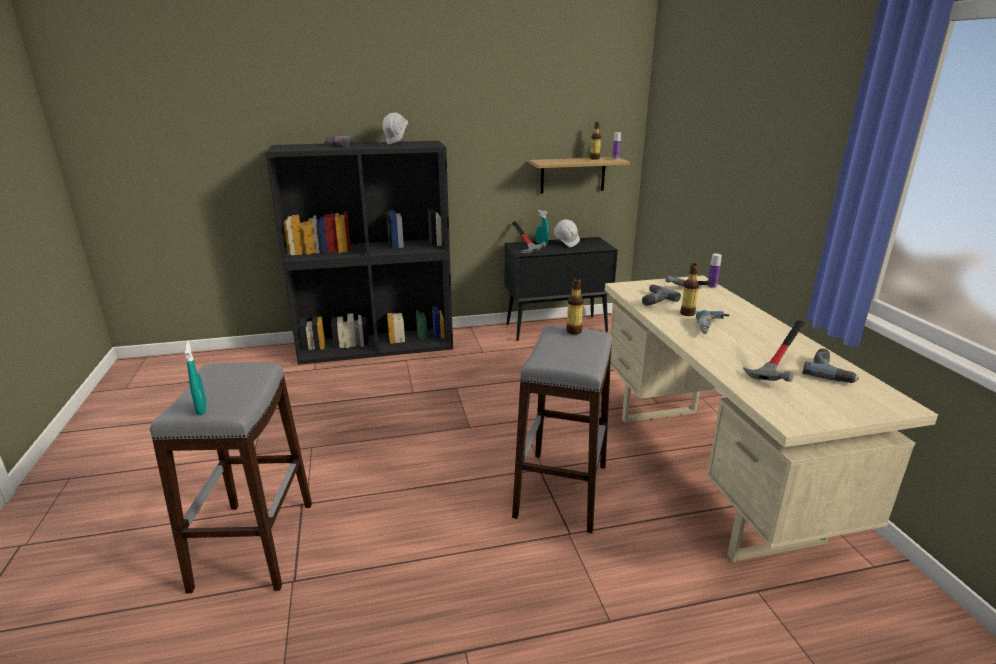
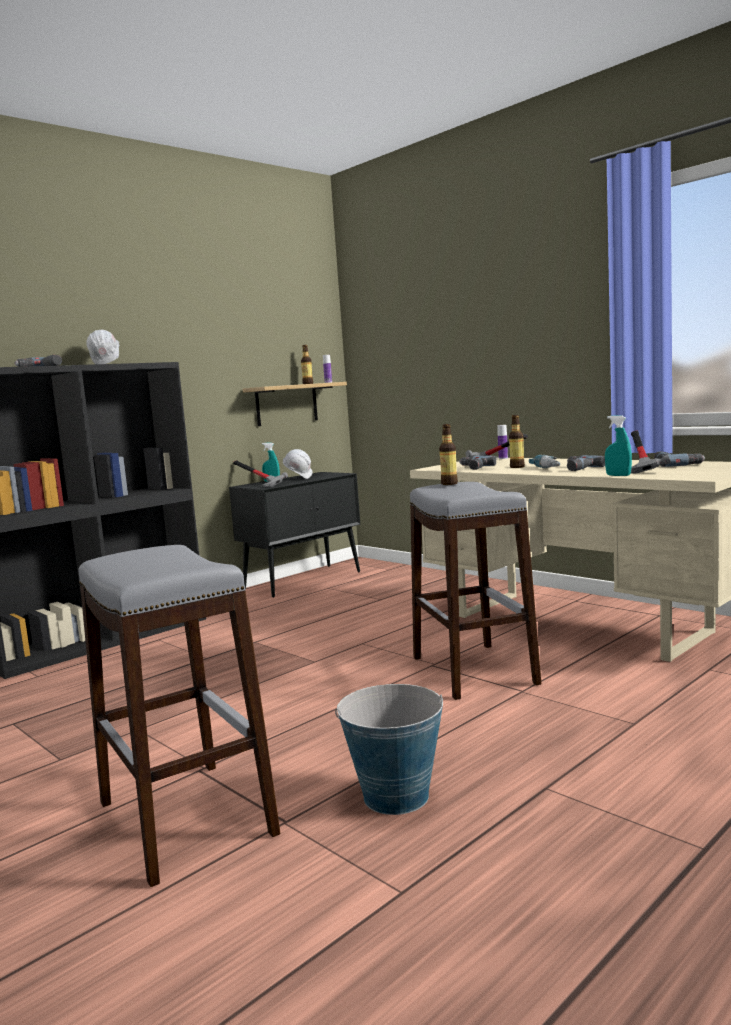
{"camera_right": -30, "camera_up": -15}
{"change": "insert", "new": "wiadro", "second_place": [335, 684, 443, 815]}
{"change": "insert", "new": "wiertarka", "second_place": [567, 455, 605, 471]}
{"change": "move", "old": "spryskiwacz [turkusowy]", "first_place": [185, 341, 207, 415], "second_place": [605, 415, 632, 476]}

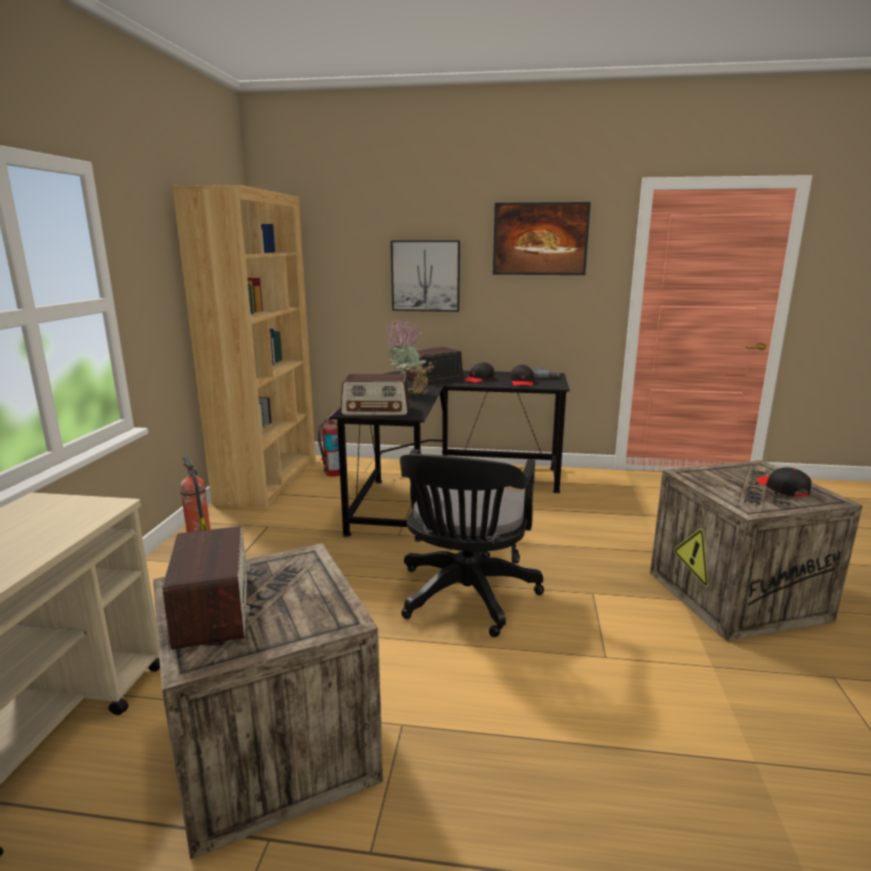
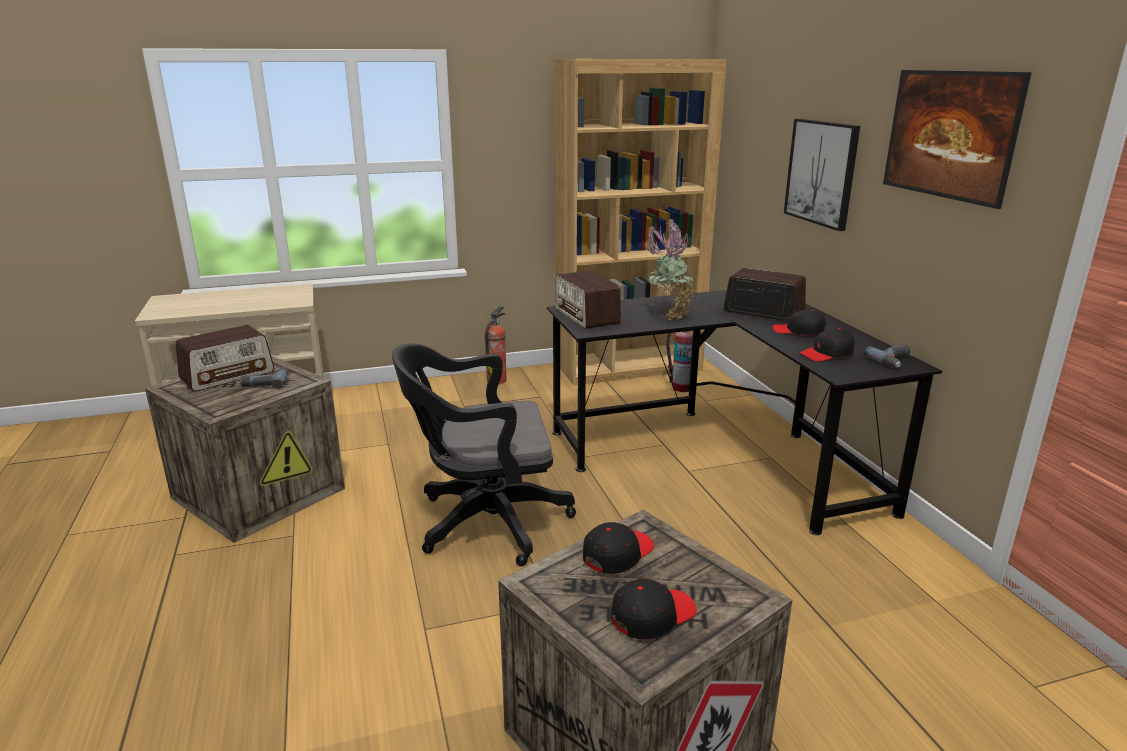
{"camera_right": 65, "camera_up": 5}
{"change": "insert", "new": "wiertarka", "second_place": [240, 366, 289, 389]}
{"change": "insert", "new": "czapka z daszkiem [czarny]", "second_place": [583, 522, 654, 574]}

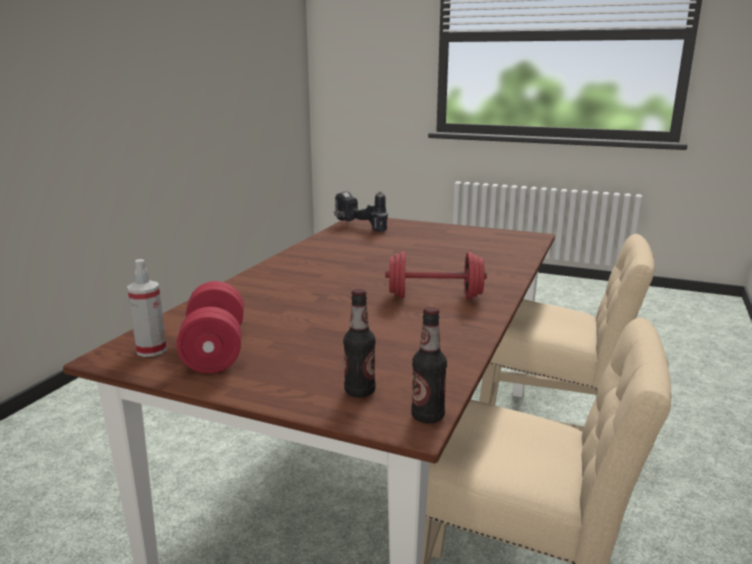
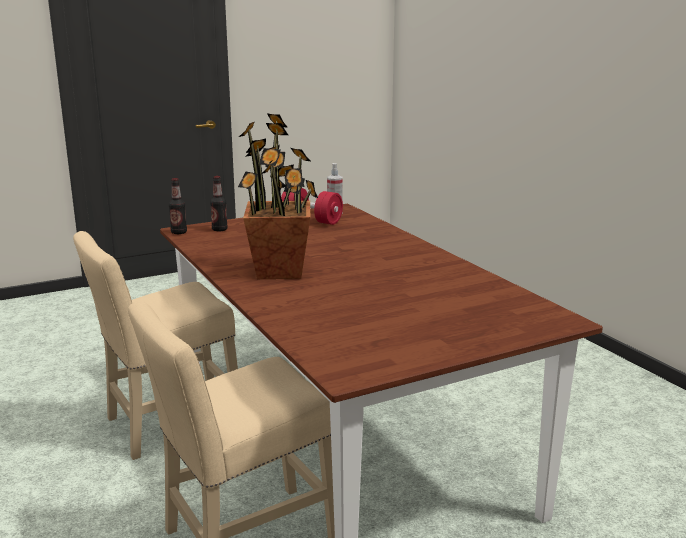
{"camera_right": 130, "camera_up": 0}
{"change": "delete", "old": "wiertarka", "first_place": [334, 191, 388, 232]}
{"change": "replace", "old": "hantel [czerwony]", "new": "roślina doniczkowa", "first_place": [385, 251, 487, 299], "second_place": [238, 113, 318, 279]}

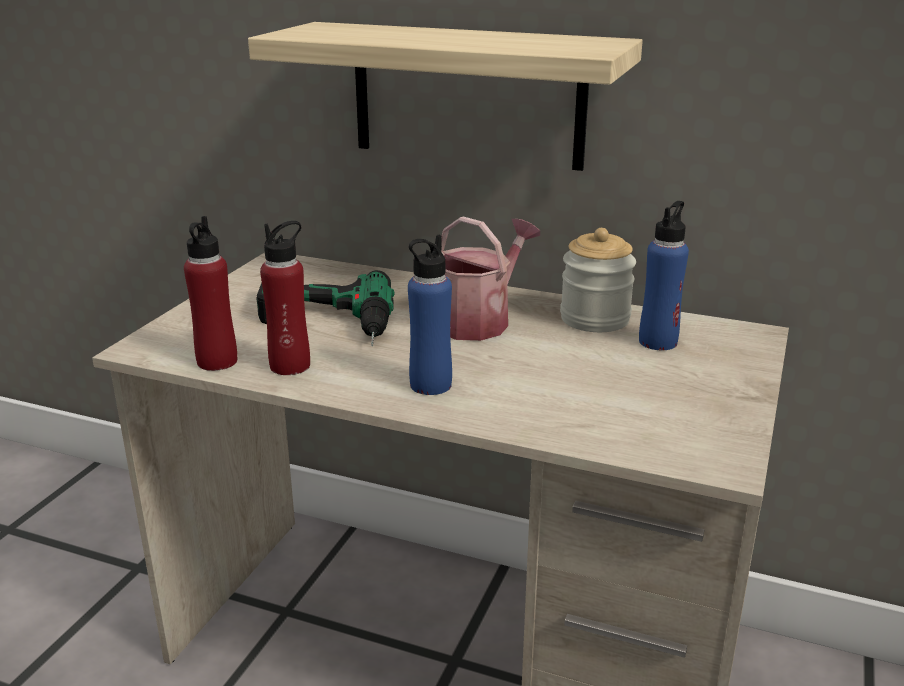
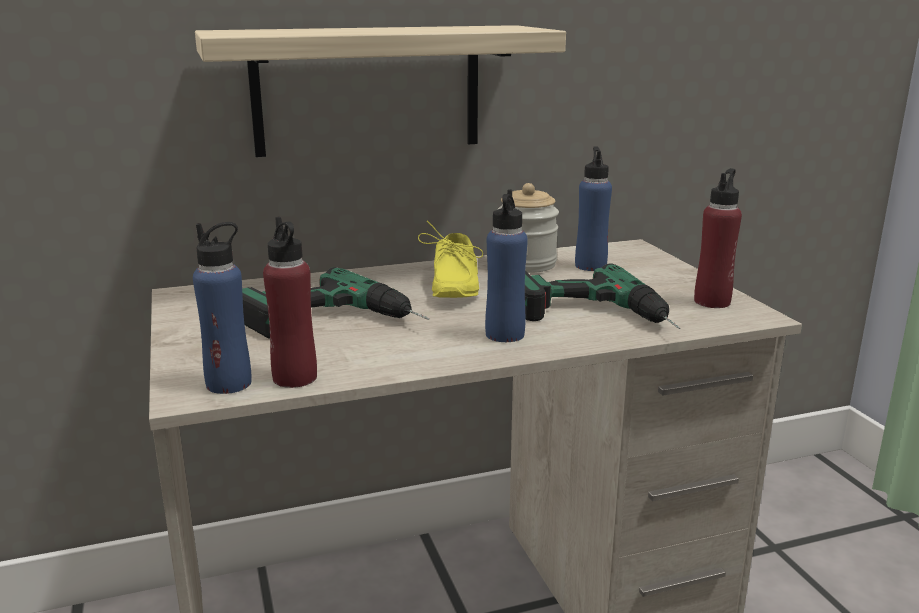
{"camera_right": -40, "camera_up": -5}
{"change": "insert", "new": "butelka [niebieski]", "second_place": [193, 222, 251, 394]}
{"change": "insert", "new": "wiertarka", "second_place": [525, 264, 680, 329]}
{"change": "move", "old": "butelka [czerwony]", "first_place": [260, 221, 310, 375], "second_place": [694, 168, 742, 308]}
{"change": "replace", "old": "konewka", "new": "but [żółty]", "first_place": [441, 217, 540, 341], "second_place": [418, 221, 483, 298]}

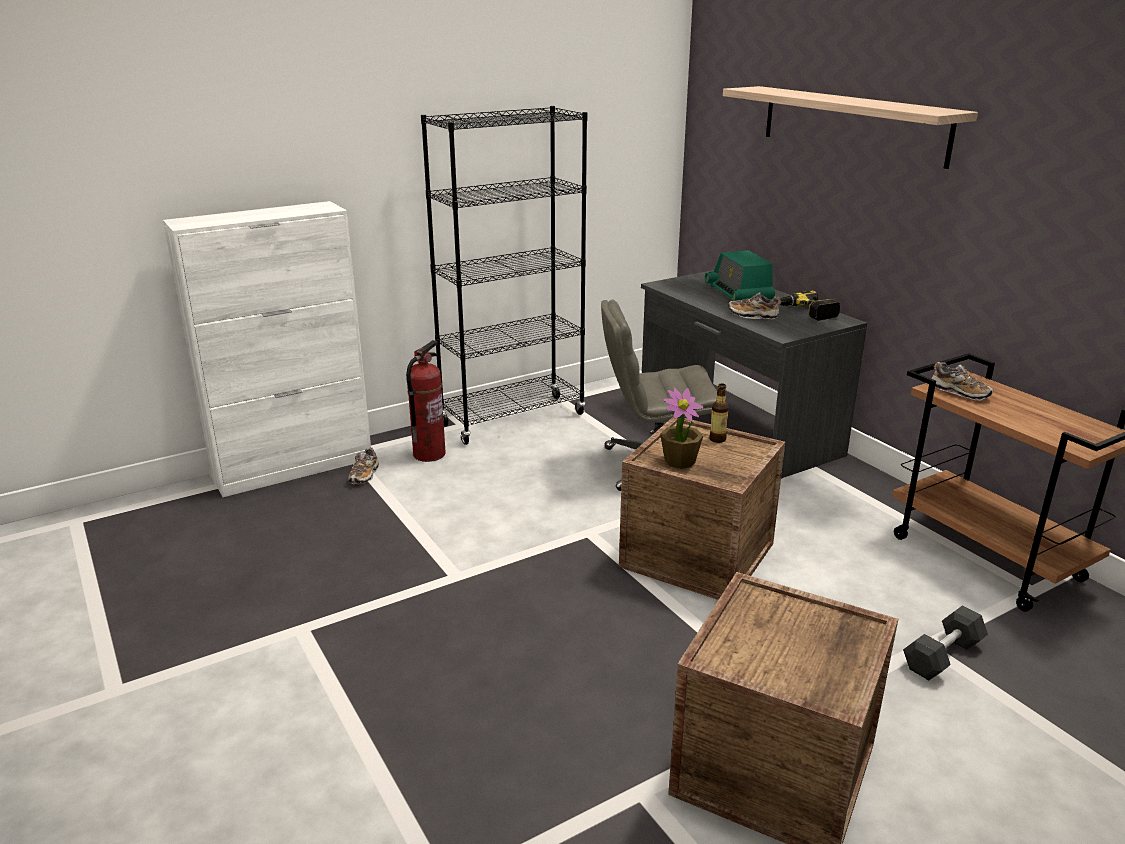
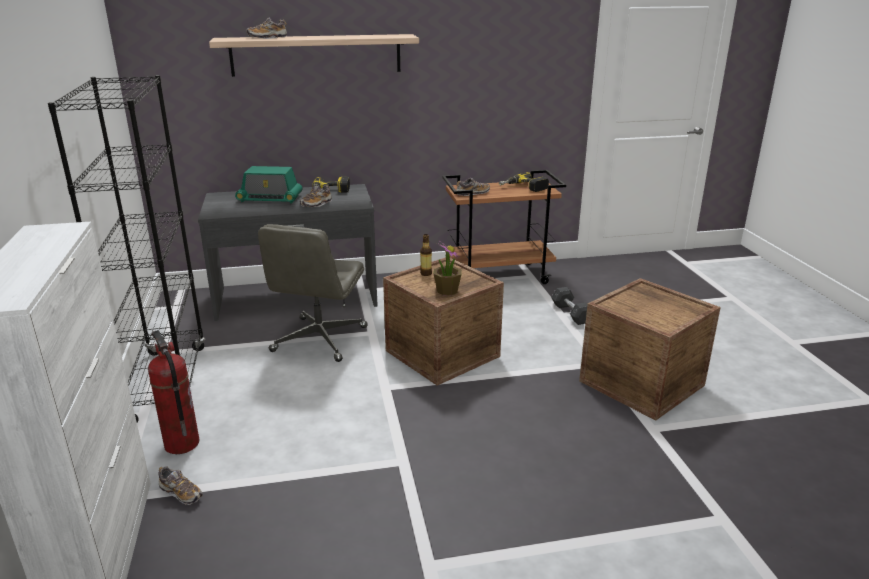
{"camera_right": -70, "camera_up": 0}
{"change": "insert", "new": "but", "second_place": [246, 18, 287, 39]}
{"change": "insert", "new": "wiertarka", "second_place": [499, 172, 549, 192]}

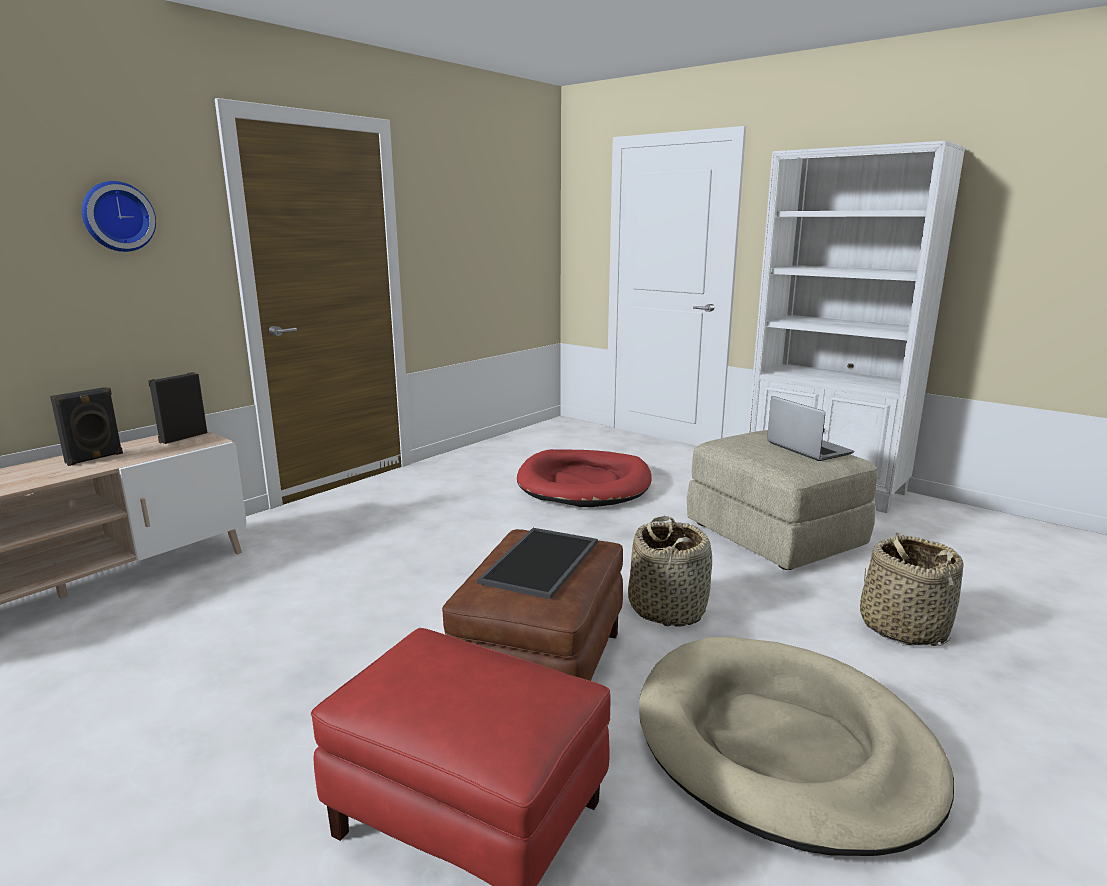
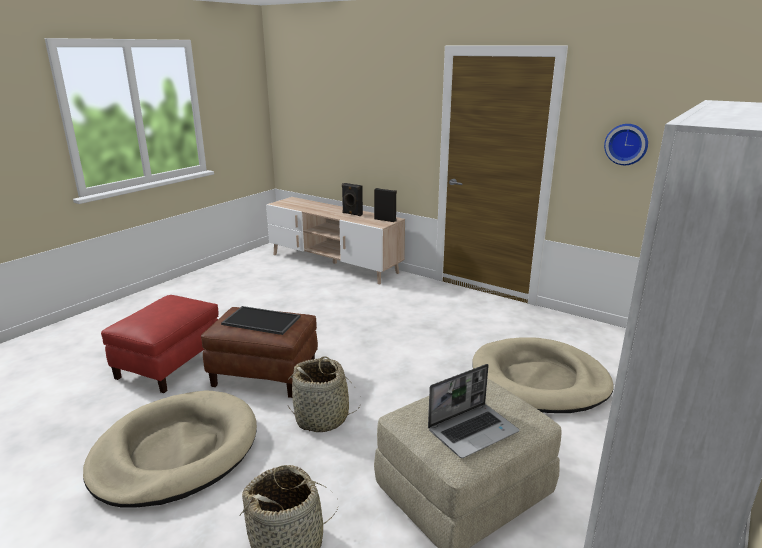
{"camera_right": 85, "camera_up": 5}
{"change": "move", "old": "zegar ścienny", "first_place": [82, 181, 156, 252], "second_place": [604, 124, 648, 165]}
{"change": "recolor", "old": "legowisko [czerwony]", "new": "legowisko [beżowy]", "first_place": [517, 449, 652, 507], "second_place": [472, 337, 614, 413]}

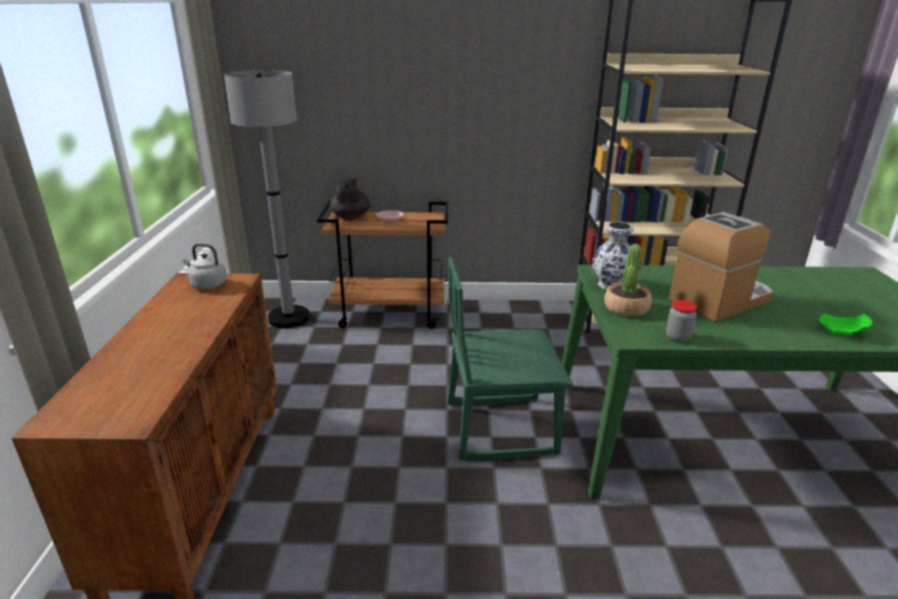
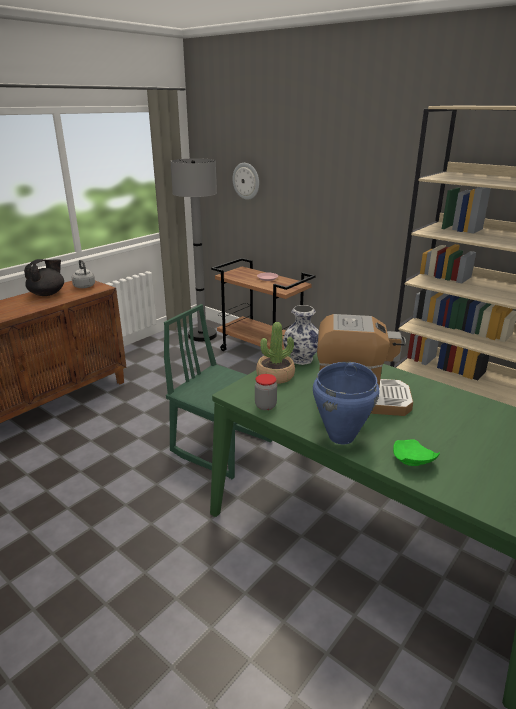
{"camera_right": 40, "camera_up": 0}
{"change": "insert", "new": "zegar ścienny", "second_place": [233, 163, 259, 200]}
{"change": "insert", "new": "garnek [niebieski]", "second_place": [313, 362, 380, 444]}
{"change": "move", "old": "imbryk [czarny]", "first_place": [330, 178, 370, 219], "second_place": [24, 259, 64, 296]}

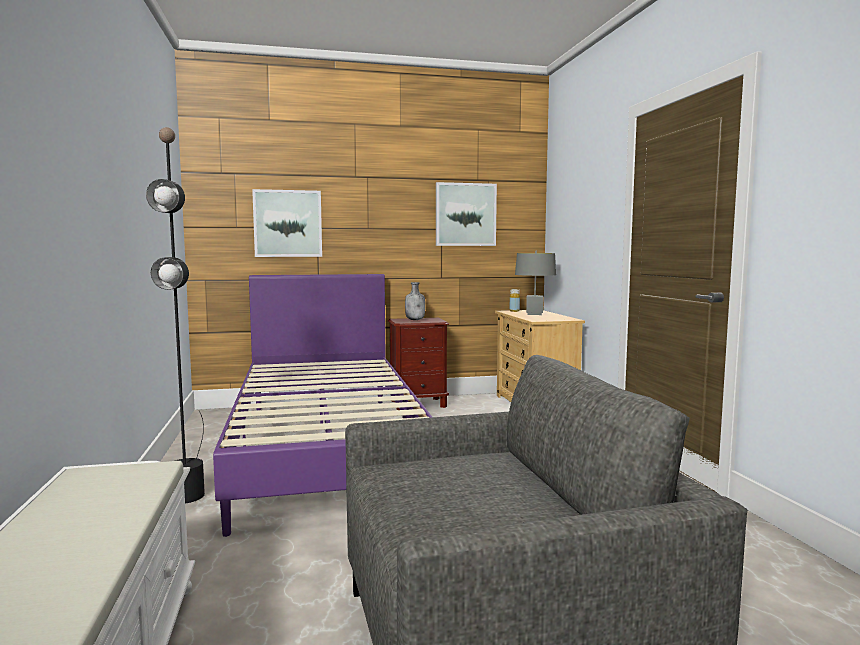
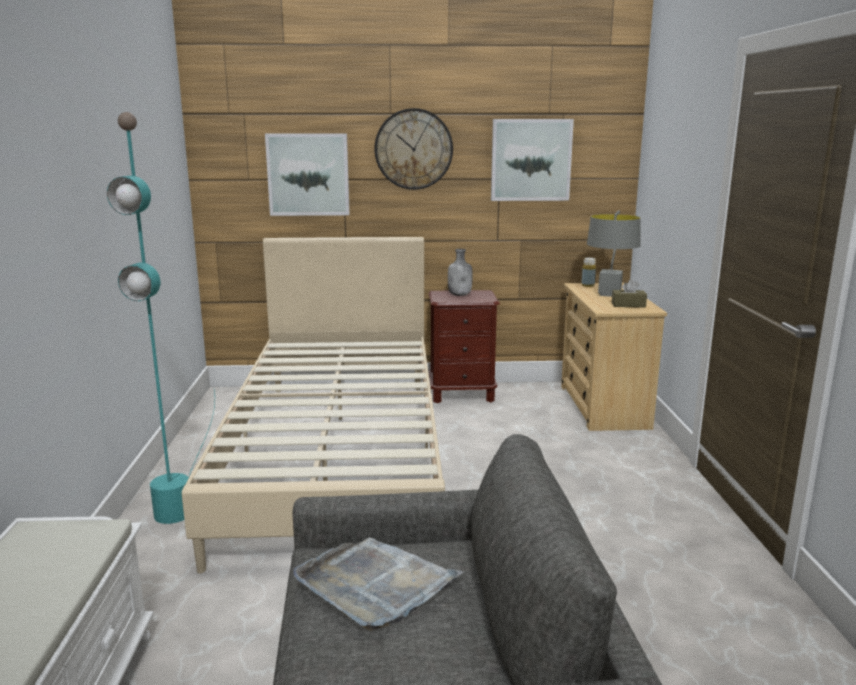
{"camera_right": 10, "camera_up": 10}
{"change": "insert", "new": "taca [szary]", "second_place": [293, 537, 464, 631]}
{"change": "insert", "new": "zegar ścienny", "second_place": [375, 108, 453, 190]}
{"change": "insert", "new": "pudełko chusteczek [brązowy]", "second_place": [612, 279, 647, 308]}
{"change": "recolor", "old": "lampa stojąca [czarny]", "new": "lampa stojąca [turkusowy]", "first_place": [146, 127, 205, 503], "second_place": [107, 112, 215, 524]}
{"change": "recolor", "old": "łóżko [fioletowy]", "new": "łóżko [beżowy]", "first_place": [213, 274, 432, 537], "second_place": [182, 237, 445, 573]}

